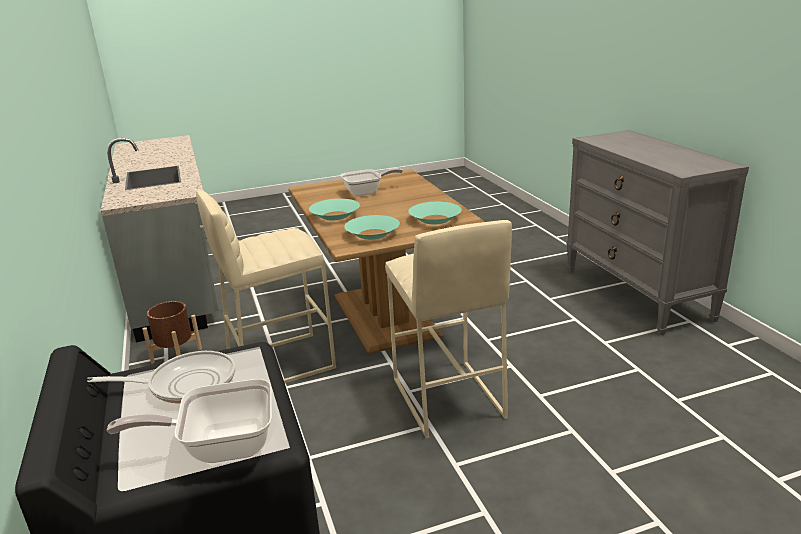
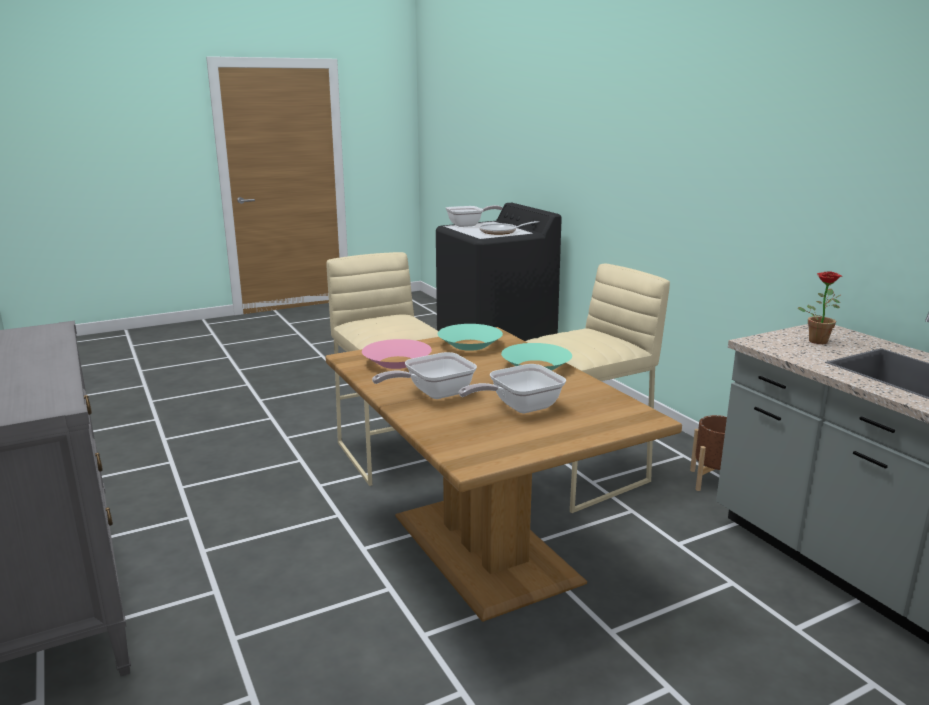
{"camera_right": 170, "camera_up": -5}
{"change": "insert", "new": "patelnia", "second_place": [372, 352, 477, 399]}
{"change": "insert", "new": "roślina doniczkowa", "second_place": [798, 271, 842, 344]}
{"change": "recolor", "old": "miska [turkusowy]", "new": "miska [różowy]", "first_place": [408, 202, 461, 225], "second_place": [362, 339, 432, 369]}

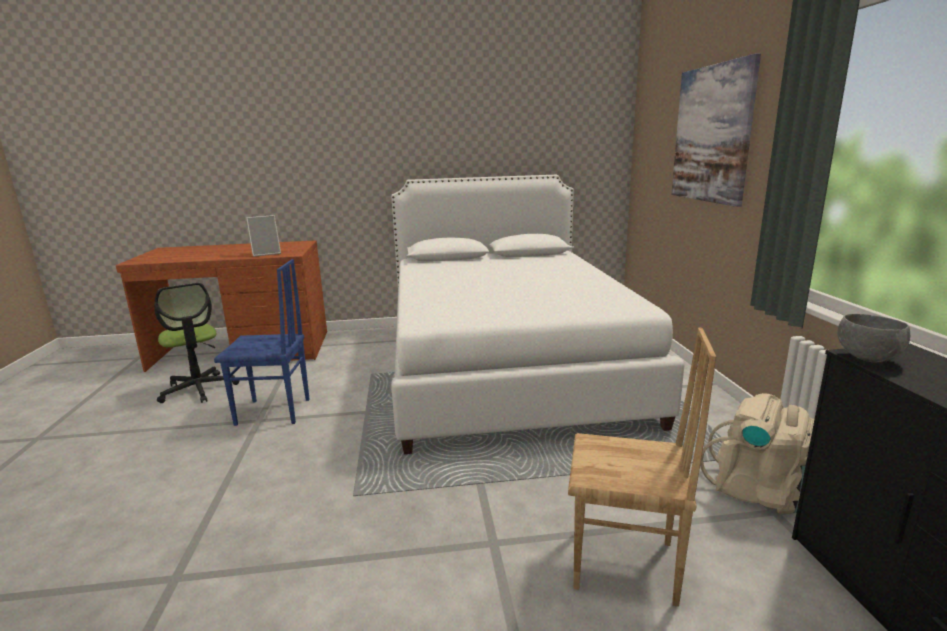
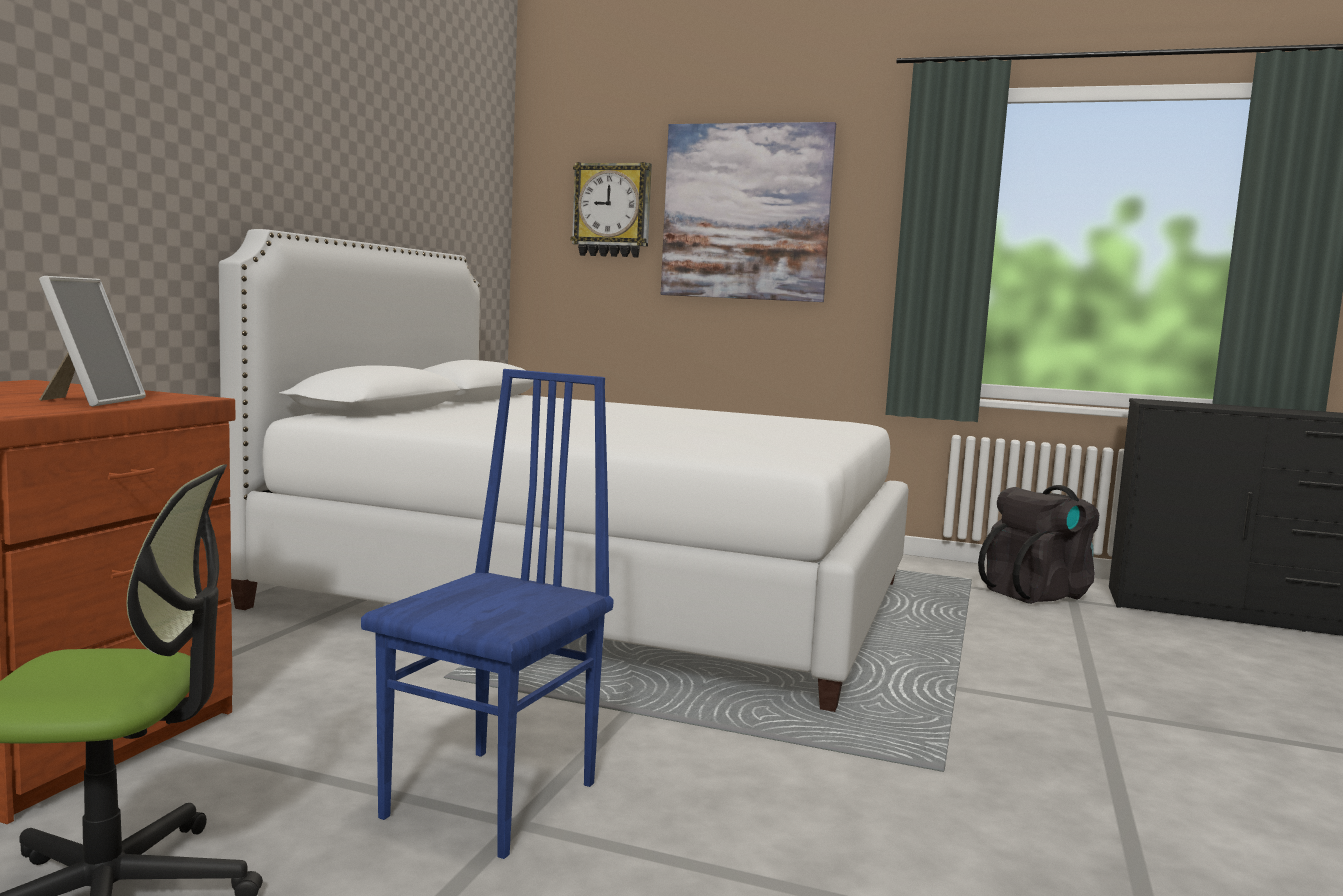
{"camera_right": -65, "camera_up": -10}
{"change": "delete", "old": "krzesło [brązowy]", "first_place": [568, 328, 716, 607]}
{"change": "delete", "old": "miska [szary]", "first_place": [837, 314, 910, 363]}
{"change": "insert", "new": "zegar ścienny", "second_place": [571, 162, 652, 257]}
{"change": "recolor", "old": "plecak [beżowy]", "new": "plecak [czarny]", "first_place": [700, 393, 815, 514], "second_place": [978, 485, 1099, 604]}

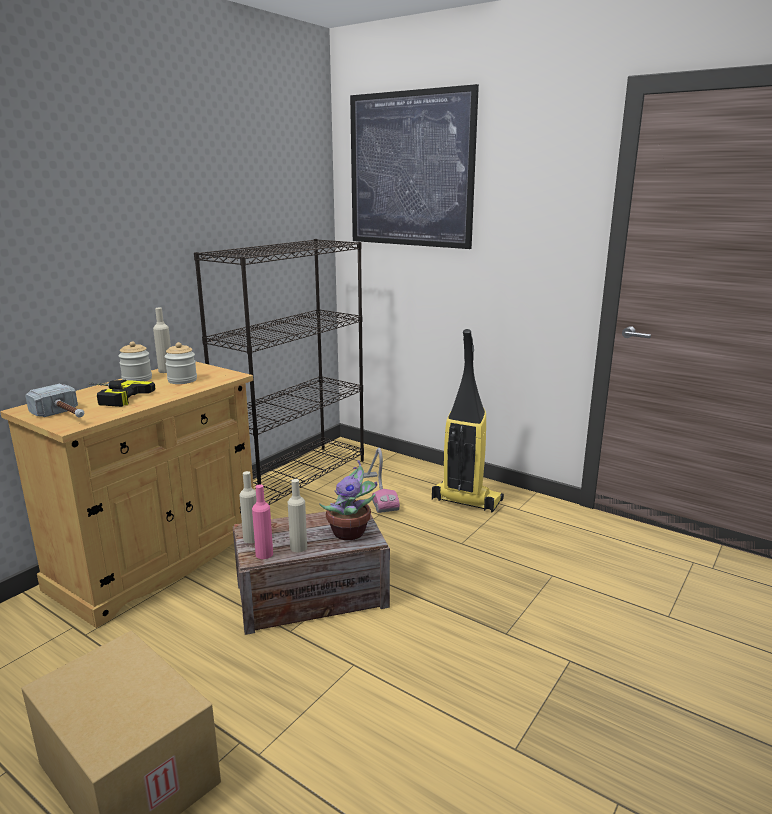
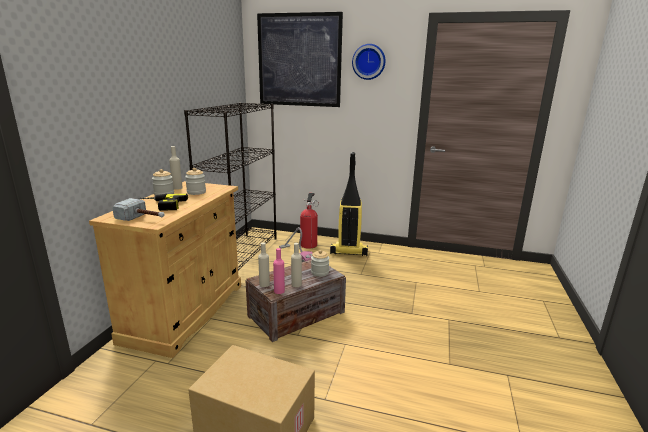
{"camera_right": -20, "camera_up": 0}
{"change": "insert", "new": "gaśnica", "second_place": [300, 193, 319, 248]}
{"change": "insert", "new": "zegar ścienny", "second_place": [352, 44, 385, 80]}
{"change": "replace", "old": "roślina doniczkowa", "new": "słoik", "first_place": [319, 460, 377, 540], "second_place": [311, 250, 329, 277]}

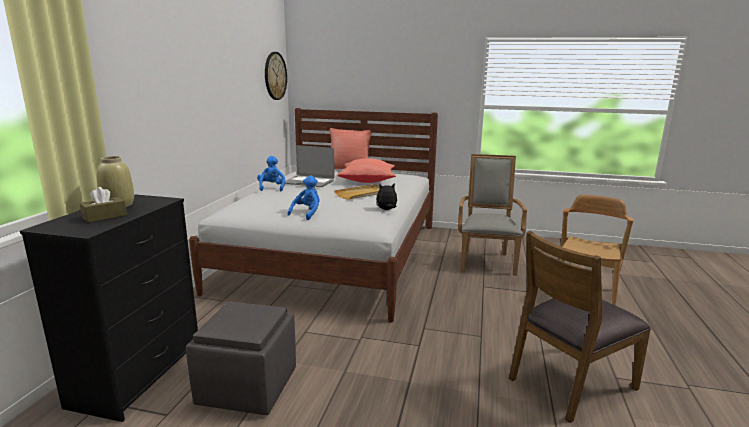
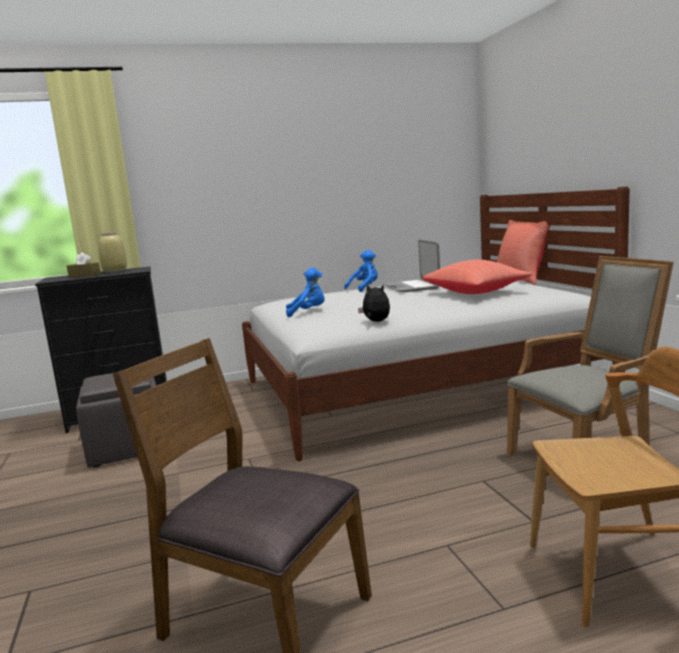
{"camera_right": 60, "camera_up": -5}
{"change": "delete", "old": "zegar ścienny", "first_place": [265, 52, 287, 100]}
{"change": "delete", "old": "taca [beżowy]", "first_place": [334, 184, 380, 200]}

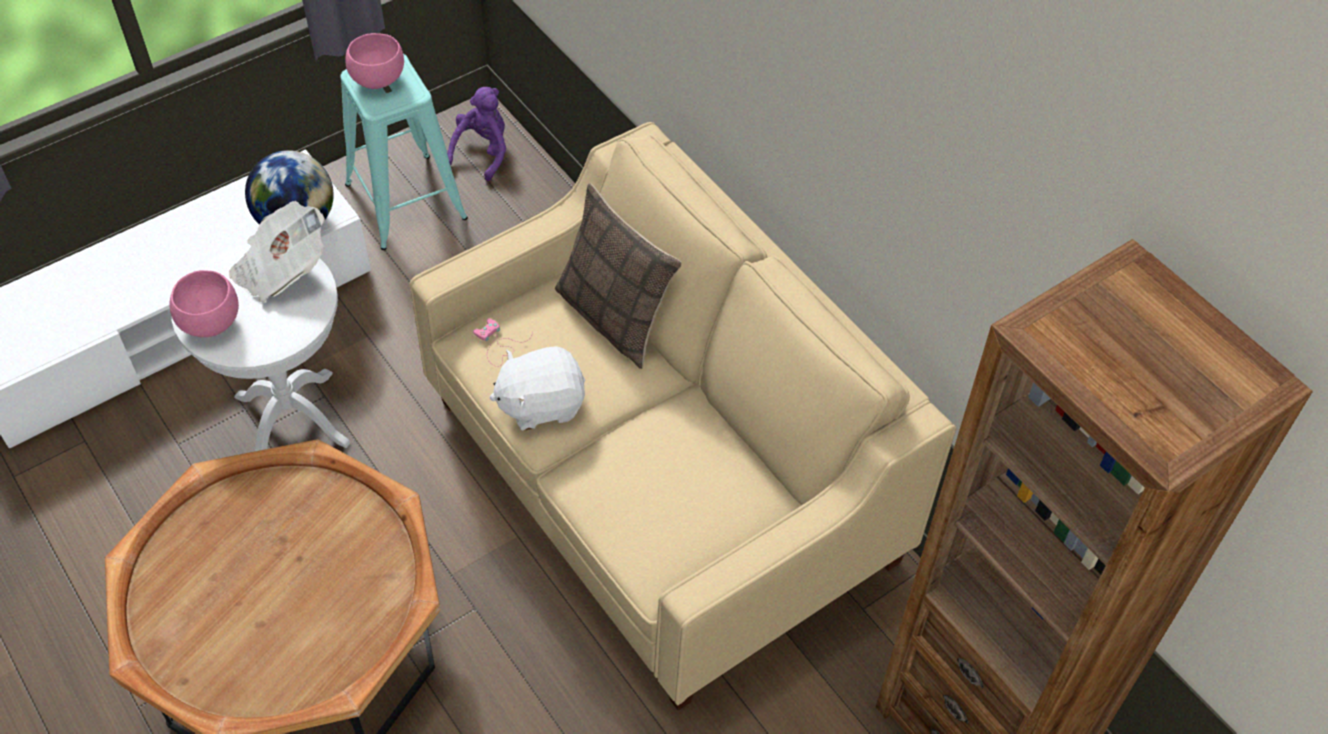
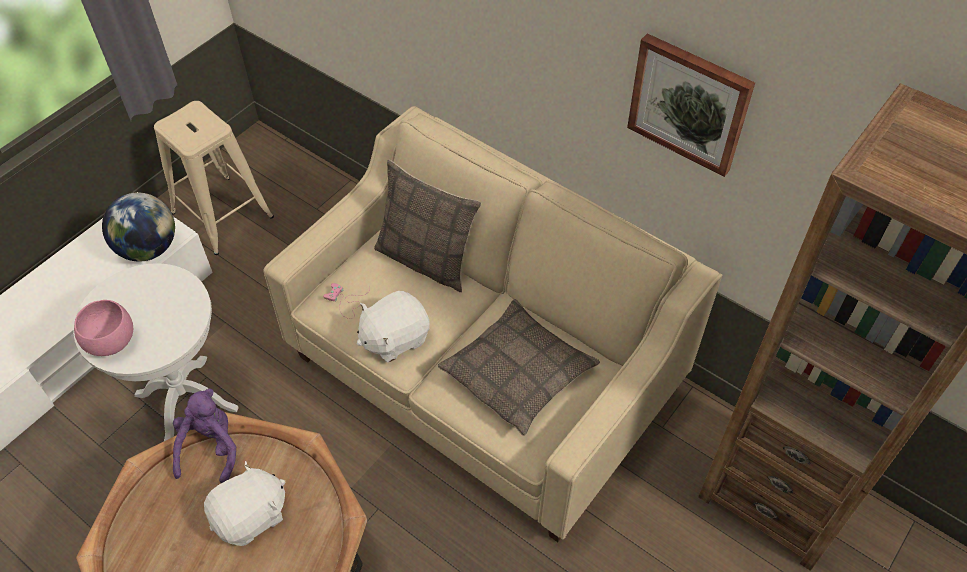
{"camera_right": -15, "camera_up": 0}
{"change": "delete", "old": "gazeta", "first_place": [229, 201, 325, 303]}
{"change": "delete", "old": "miska [różowy]", "first_place": [345, 33, 404, 89]}
{"change": "insert", "new": "pluszak [biały]", "second_place": [204, 461, 285, 546]}
{"change": "insert", "new": "poduszka", "second_place": [438, 299, 600, 436]}
{"change": "insert", "new": "obraz", "second_place": [627, 33, 755, 177]}
{"change": "move", "old": "pluszak [fioletowy]", "first_place": [447, 87, 506, 181], "second_place": [173, 388, 236, 483]}
{"change": "recolor", "old": "stołek [turkusowy]", "new": "stołek [beżowy]", "first_place": [341, 54, 468, 250], "second_place": [154, 101, 274, 255]}

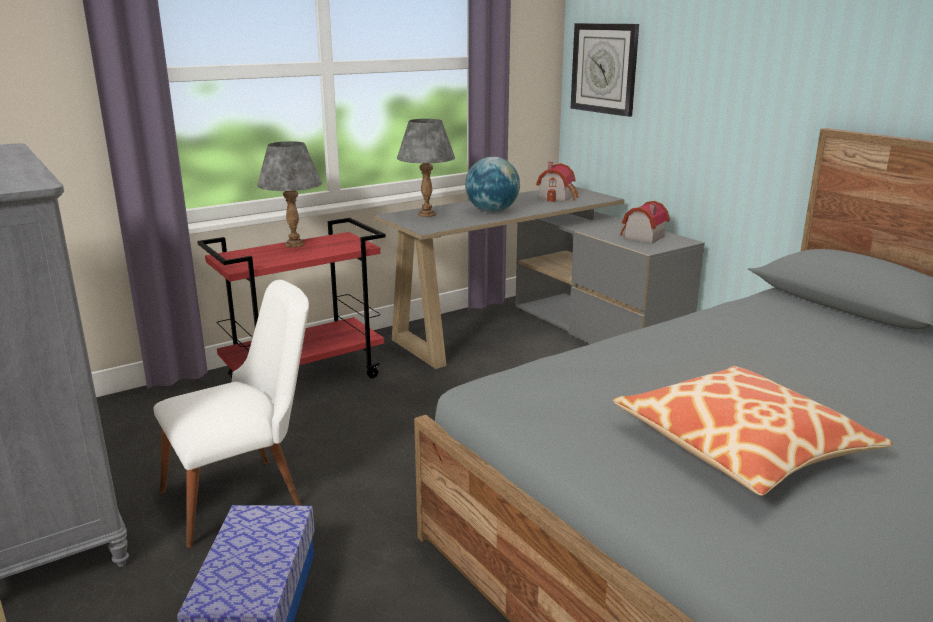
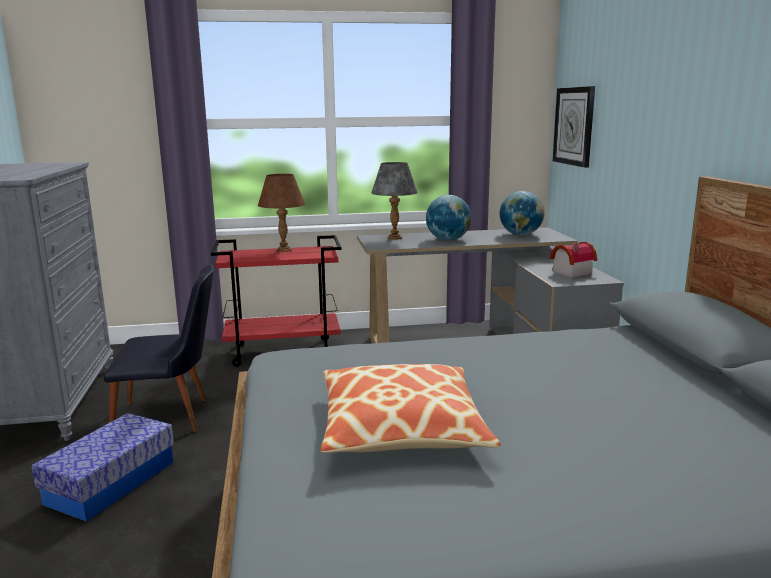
{"camera_right": 25, "camera_up": -5}
{"change": "replace", "old": "domek", "new": "globus", "first_place": [536, 162, 578, 202], "second_place": [500, 191, 544, 235]}
{"change": "recolor", "old": "krzesło [biały]", "new": "krzesło [czarny]", "first_place": [154, 280, 309, 548], "second_place": [104, 264, 214, 432]}
{"change": "recolor", "old": "lampa stołowa [szary]", "new": "lampa stołowa [brązowy]", "first_place": [257, 141, 322, 248], "second_place": [258, 174, 305, 252]}

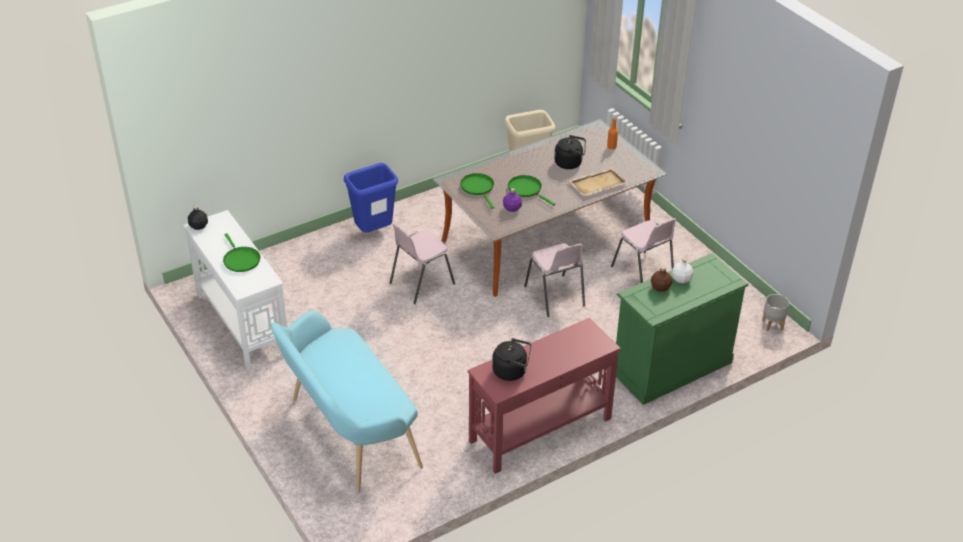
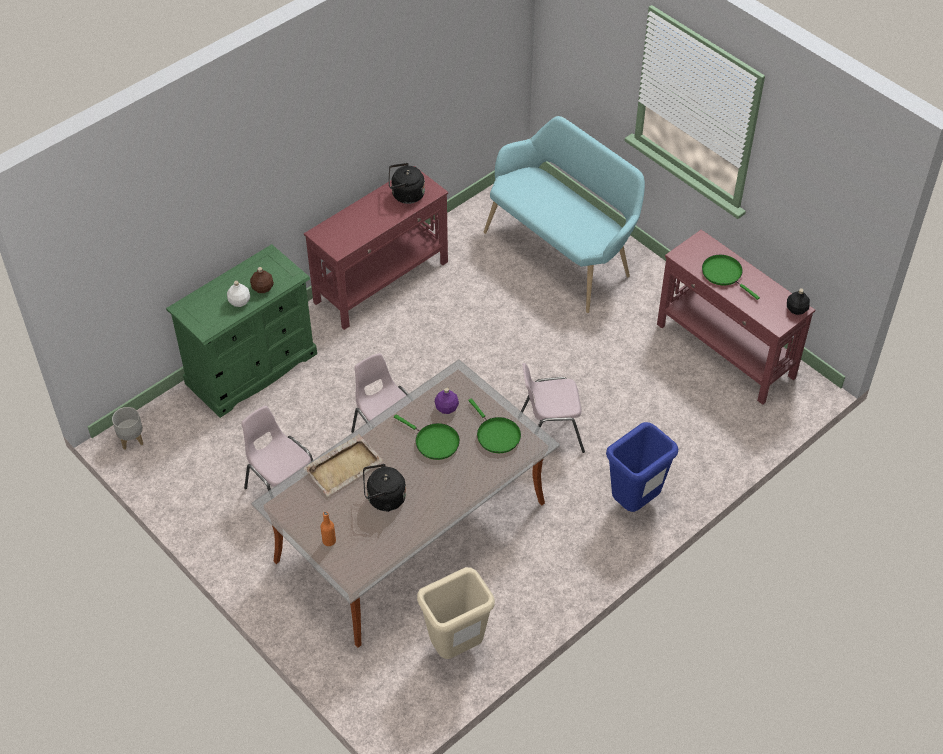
{"camera_right": 170, "camera_up": 10}
{"change": "recolor", "old": "stolik konsolowy [biały]", "new": "stolik konsolowy [czerwony]", "first_place": [183, 210, 287, 370], "second_place": [657, 230, 815, 405]}
{"change": "rotate", "old": "krzesło [różowy]", "first_place": [390, 224, 455, 304], "second_place": [521, 363, 585, 453], "degrees": -135}

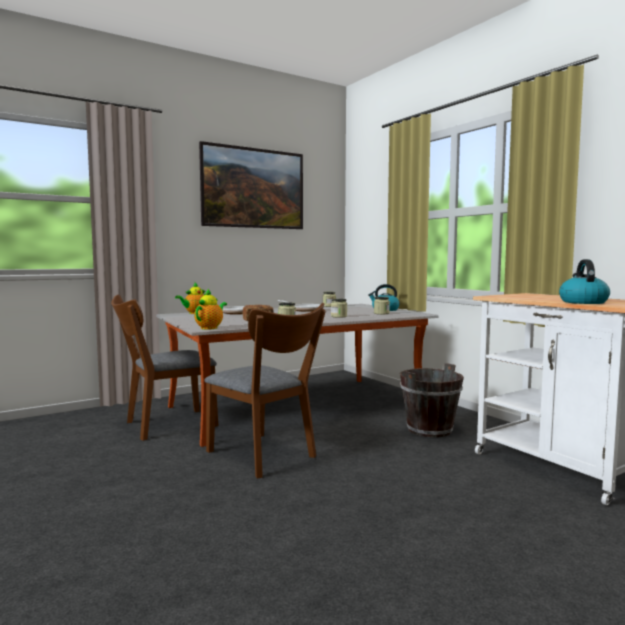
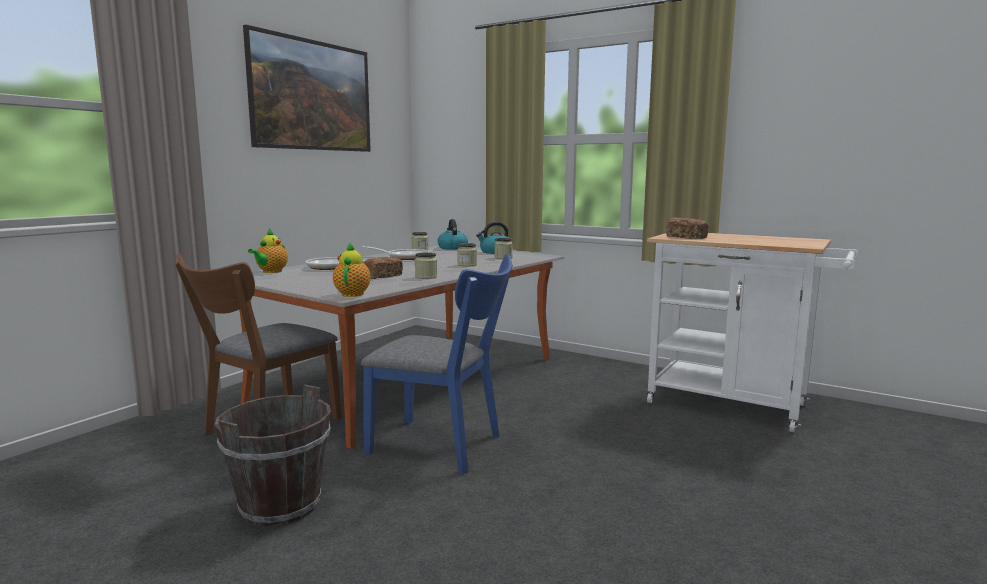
{"camera_right": -25, "camera_up": 5}
{"change": "insert", "new": "chleb", "second_place": [666, 217, 709, 239]}
{"change": "move", "old": "wiadro [brązowy]", "first_place": [400, 363, 464, 438], "second_place": [214, 385, 331, 527]}
{"change": "move", "old": "czajnik", "first_place": [559, 259, 610, 304], "second_place": [438, 219, 468, 250]}
{"change": "recolor", "old": "krzesło [brązowy]", "new": "krzesło [niebieski]", "first_place": [204, 303, 326, 478], "second_place": [361, 254, 513, 474]}

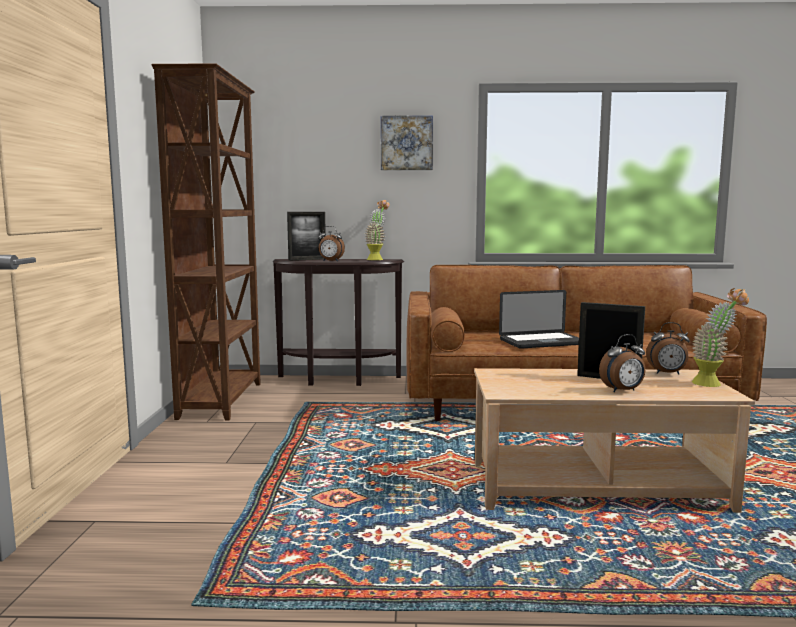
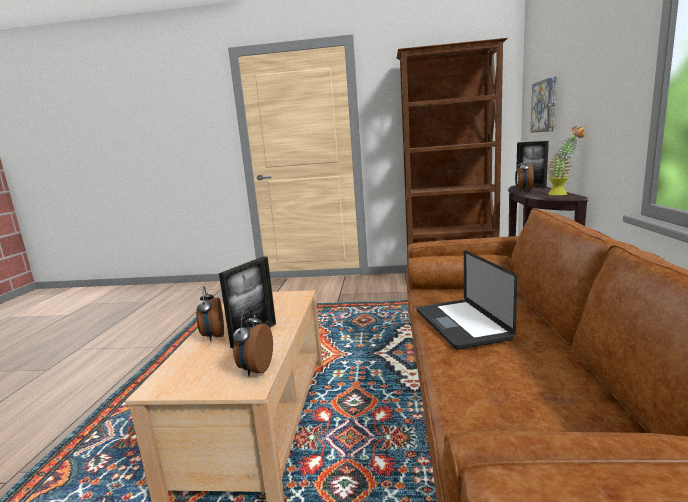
{"camera_right": 95, "camera_up": 5}
{"change": "delete", "old": "roślina doniczkowa", "first_place": [692, 288, 749, 387]}
{"change": "move", "old": "obraz", "first_place": [381, 115, 433, 170], "second_place": [530, 77, 557, 133]}

